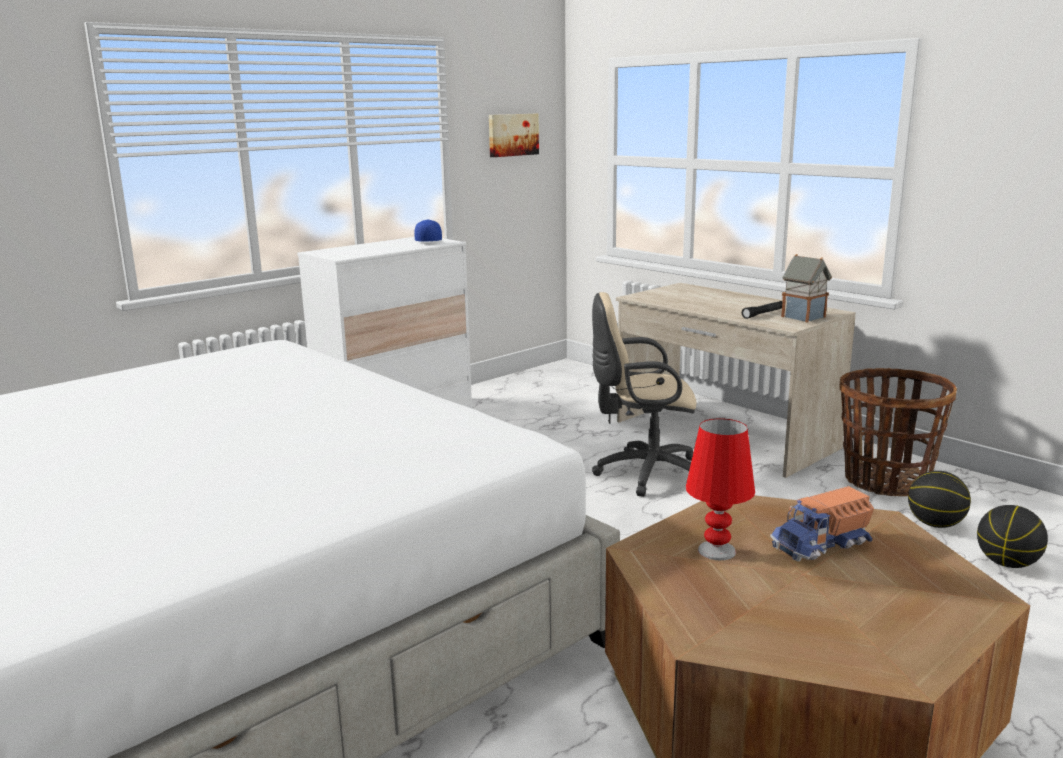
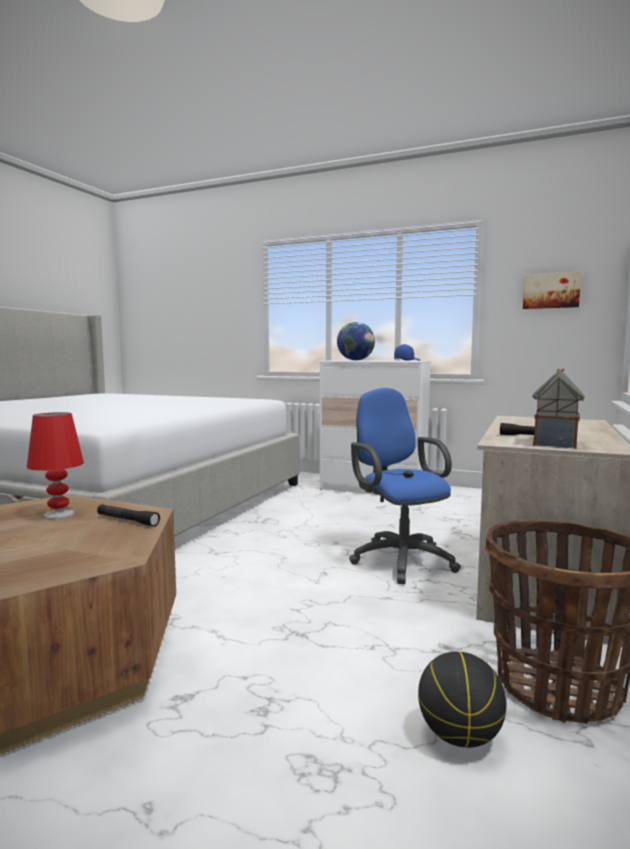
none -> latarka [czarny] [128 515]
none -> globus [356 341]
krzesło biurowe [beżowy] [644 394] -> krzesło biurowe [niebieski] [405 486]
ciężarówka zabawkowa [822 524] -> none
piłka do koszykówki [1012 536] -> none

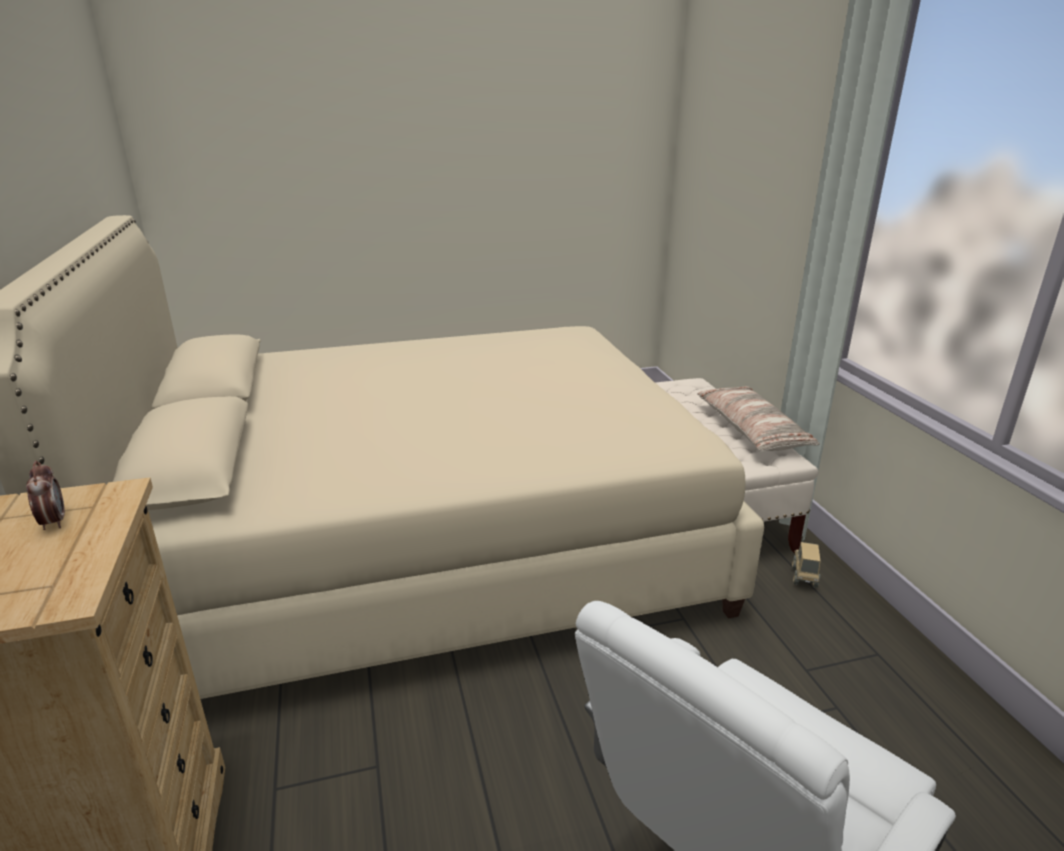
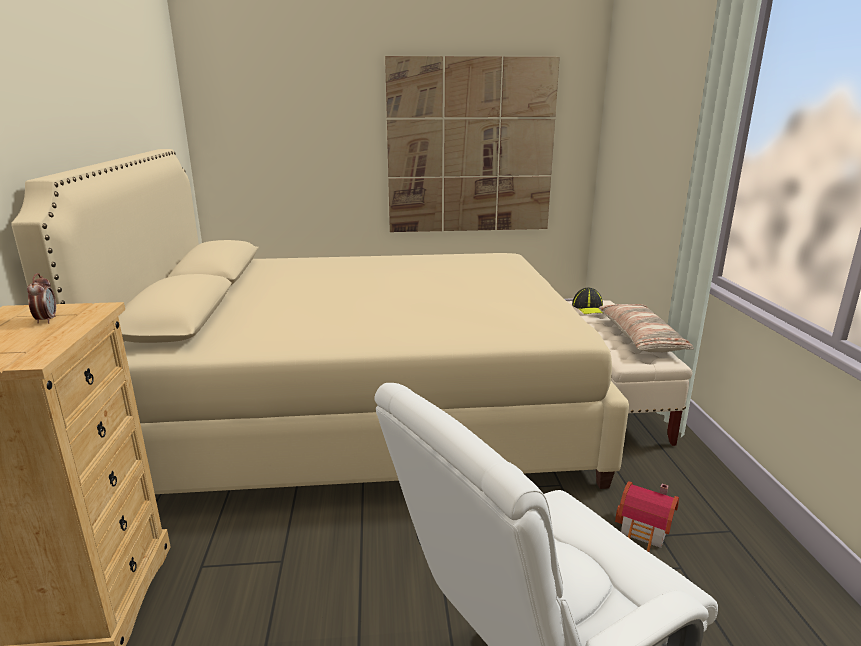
none -> obraz [472 144]
none -> czapka z daszkiem [587 300]
none -> domek [647 516]
ciężarówka zabawkowa [806 565] -> none

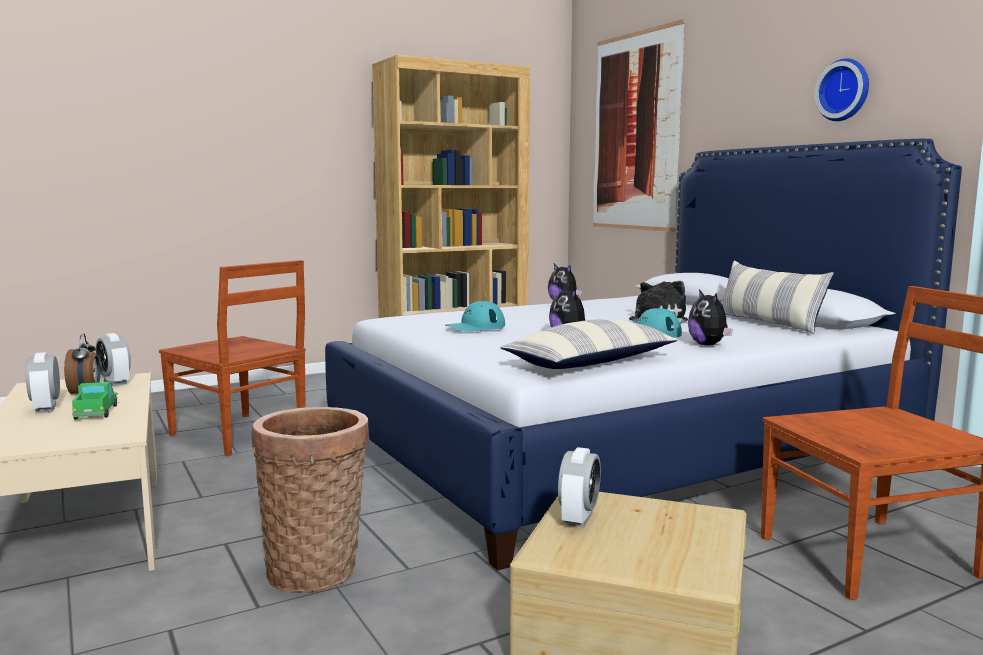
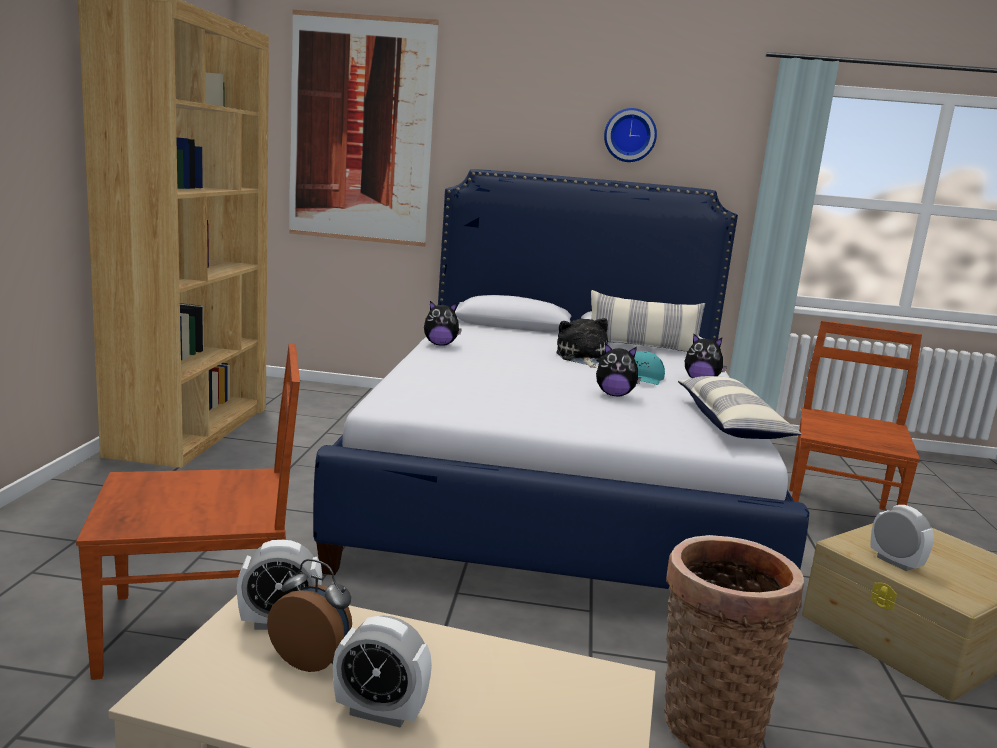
ciężarówka zabawkowa [95 401] -> none
czapka z daszkiem [turkusowy] [475 316] -> none

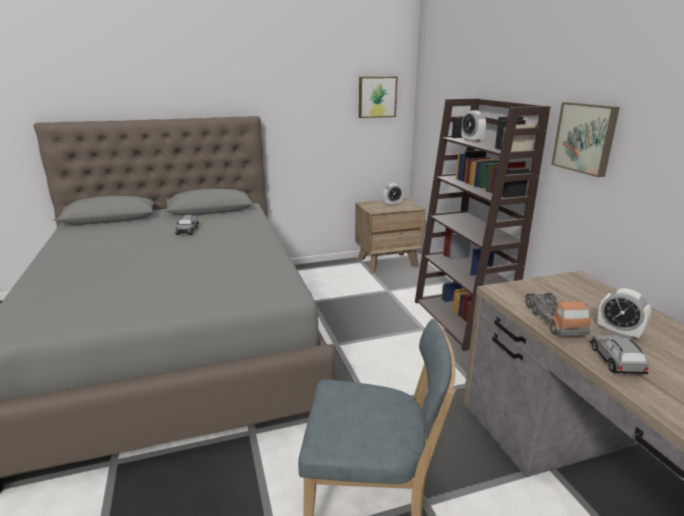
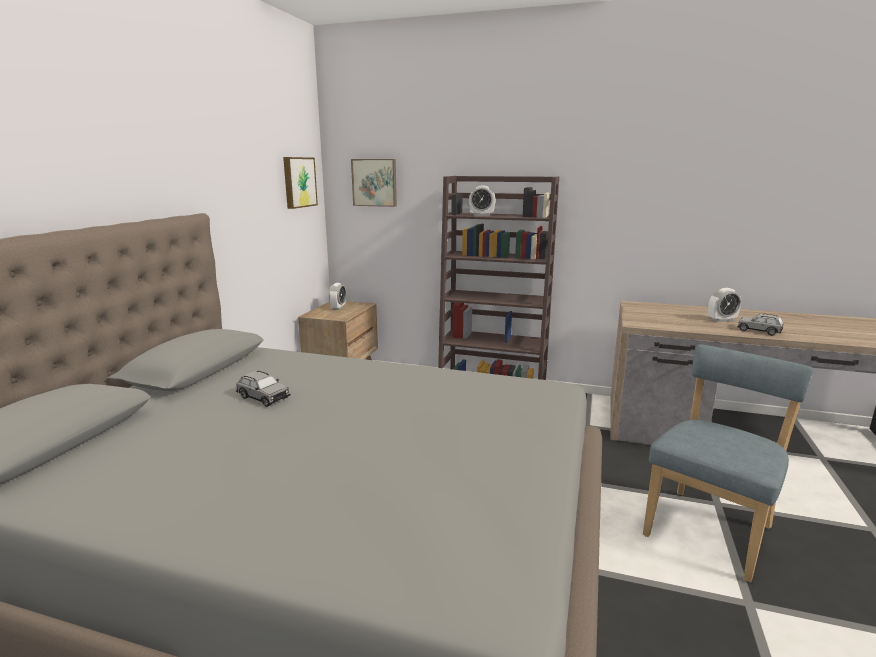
obraz [585 139] -> obraz [374 183], move
ciężarówka zabawkowa [559 313] -> none

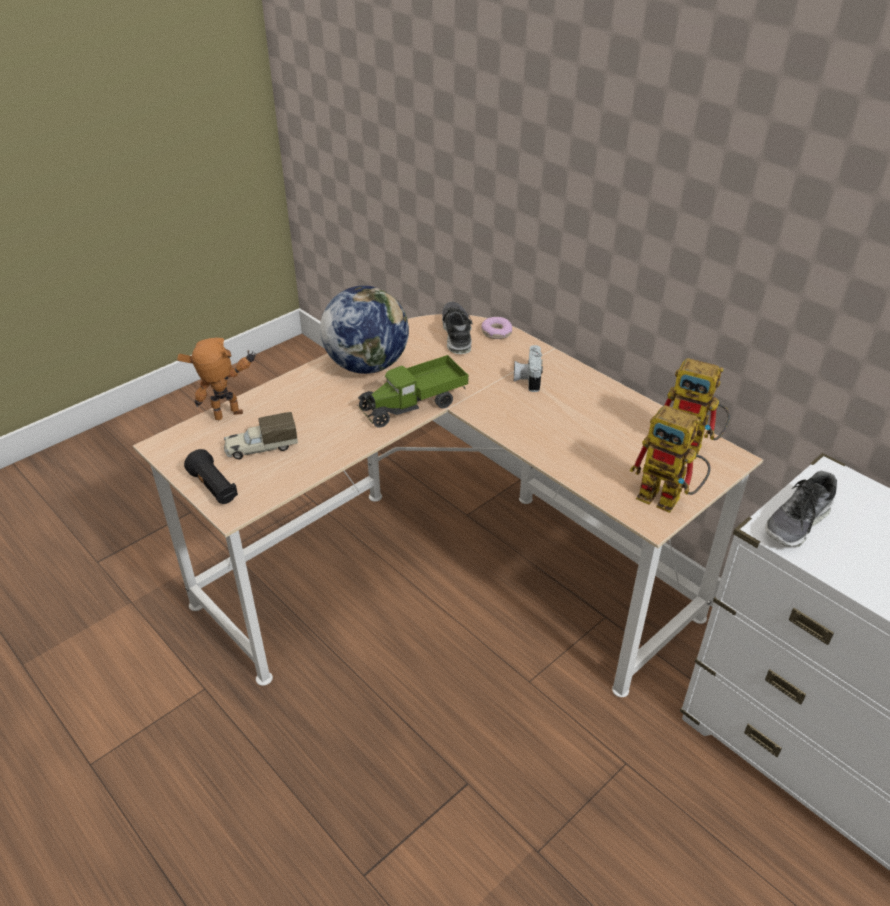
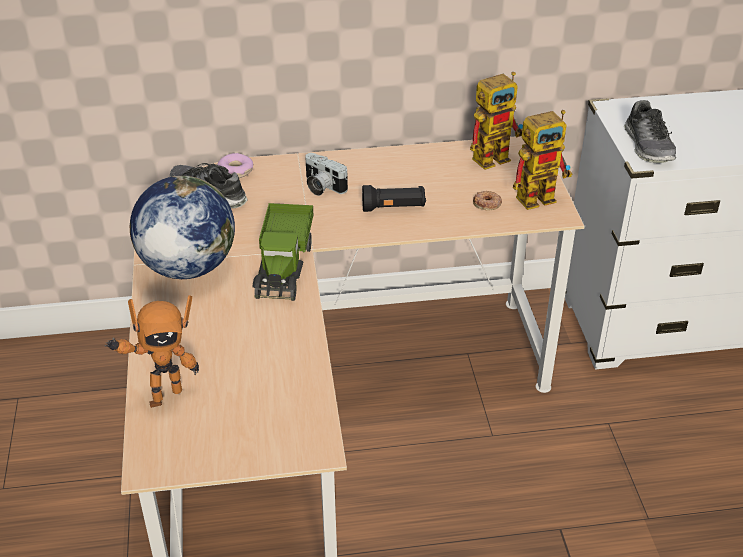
robot zabawkowy [216 379] -> robot zabawkowy [152 351], 135 degrees counterclockwise
latarka [czarny] [211 476] -> latarka [czarny] [394 198], move
none -> donut [487 200]
ciężarówka zabawkowa [261 435] -> none

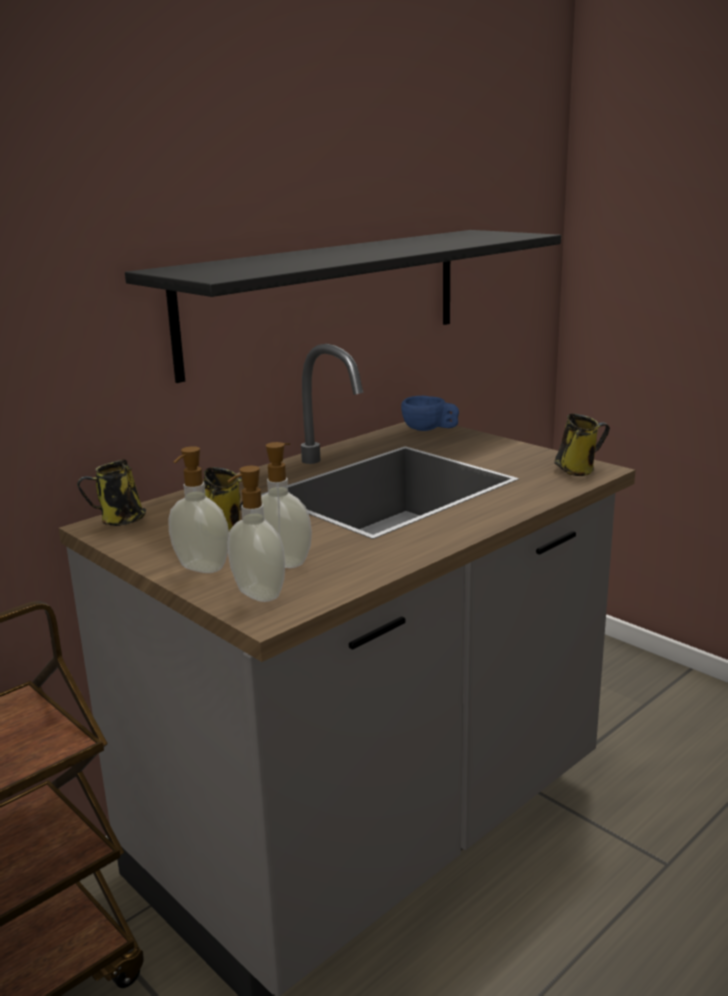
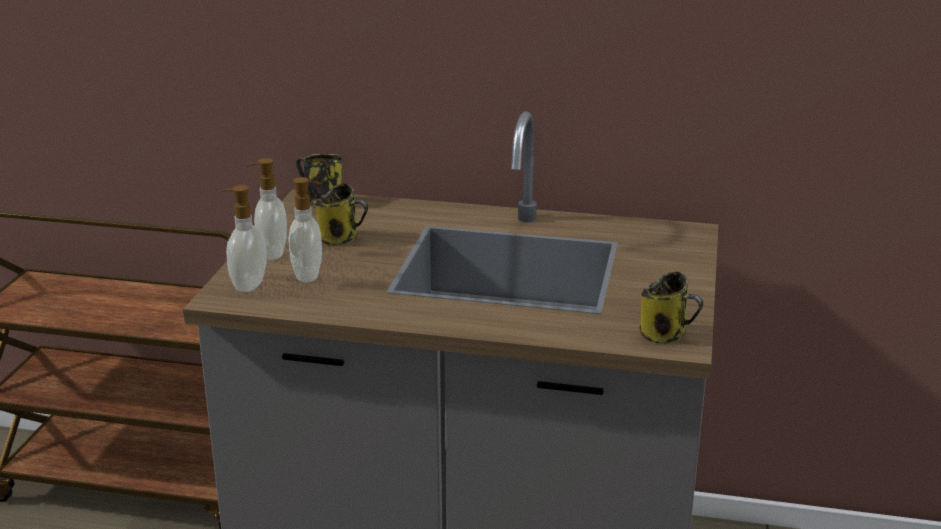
półka [czarny] [343 306] -> none
filiżanka [niebieski] [430 413] -> none

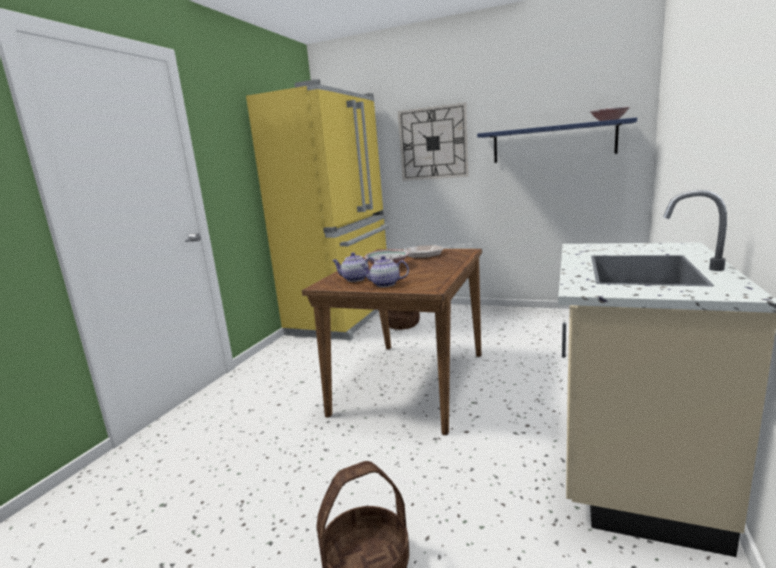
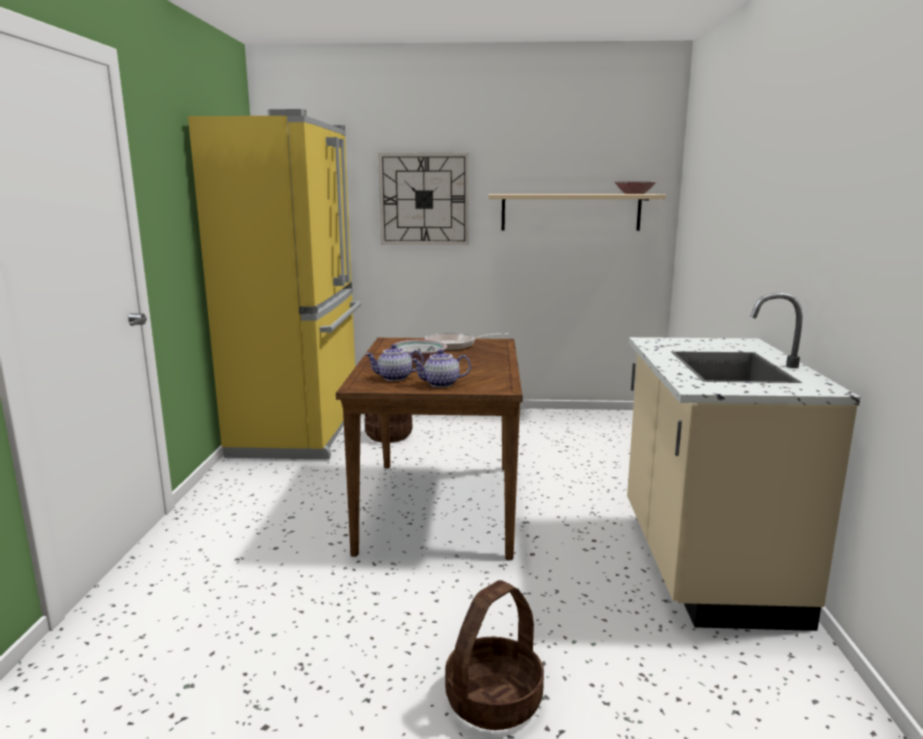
półka [niebieski] [557 140] -> półka [beżowy] [577 212]

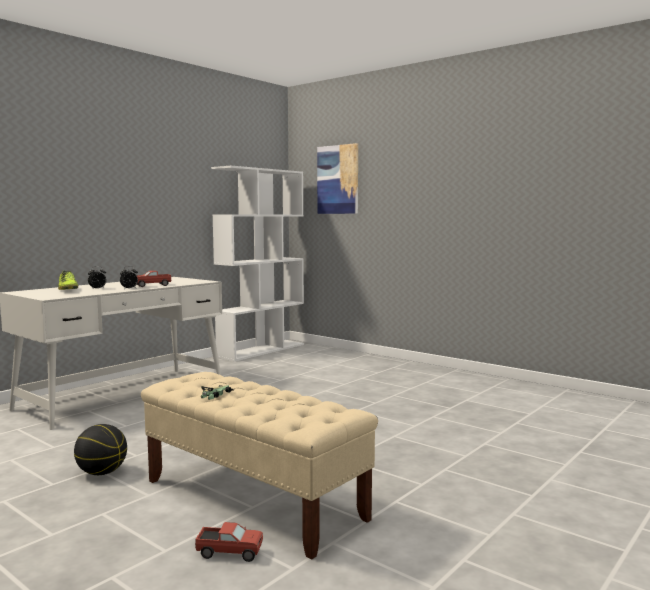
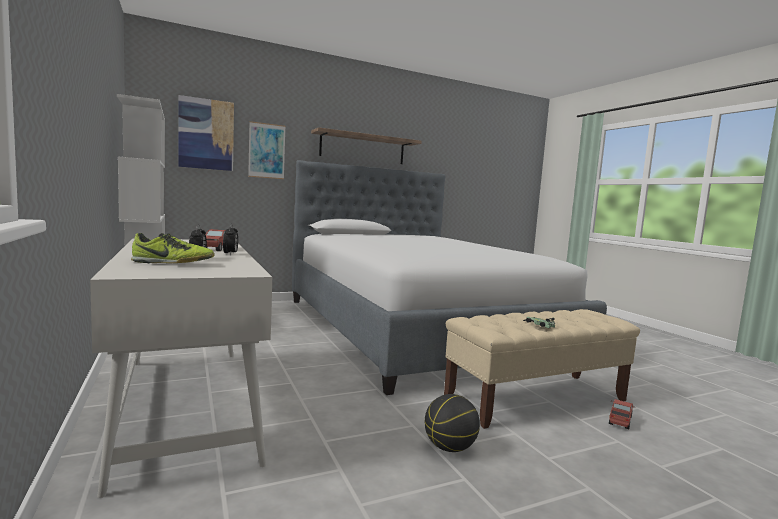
none -> obraz [267 150]
none -> łóżko [449 277]
none -> półka [366 145]

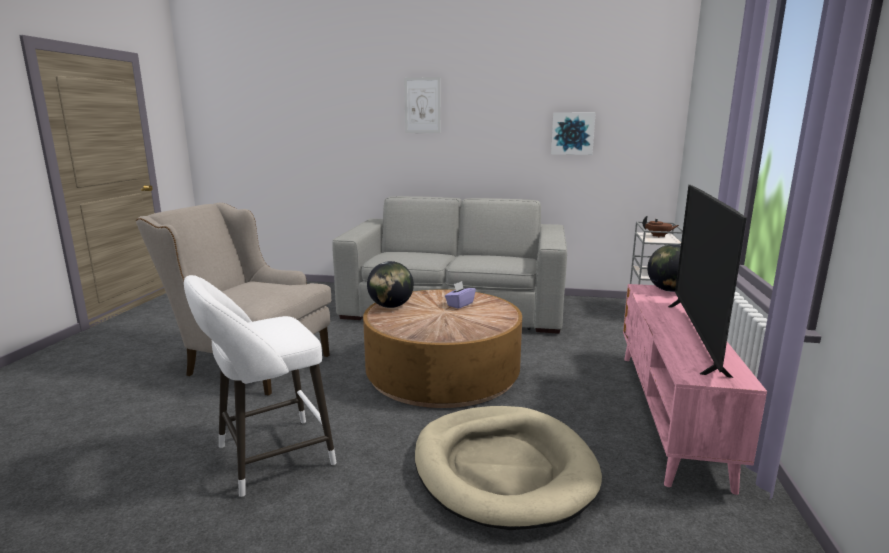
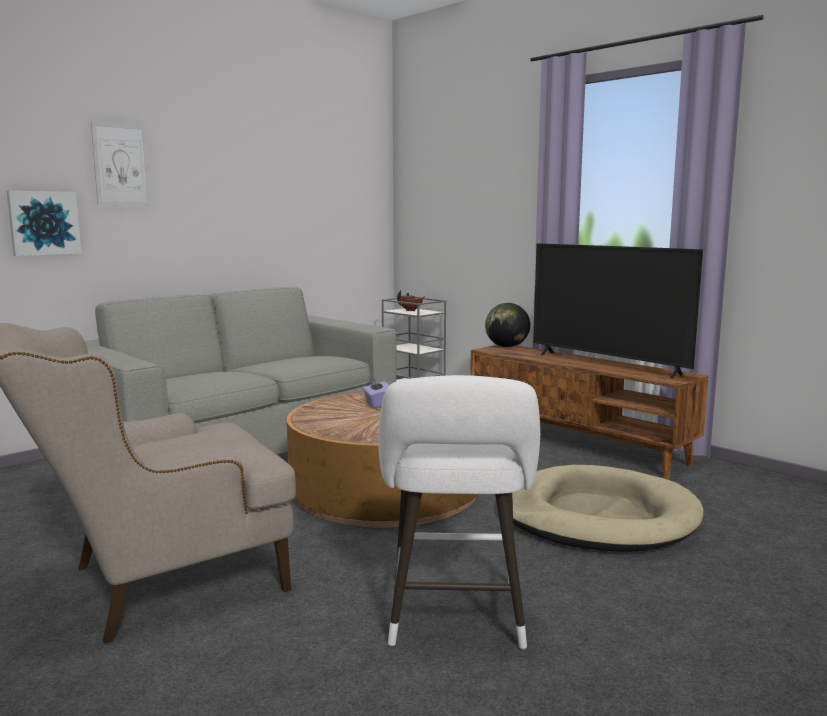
obraz [573 133] -> obraz [44 223], move
szafka pod telewizor [różowy] [695 389] -> szafka pod telewizor [brązowy] [589 411]
globus [390 284] -> none

